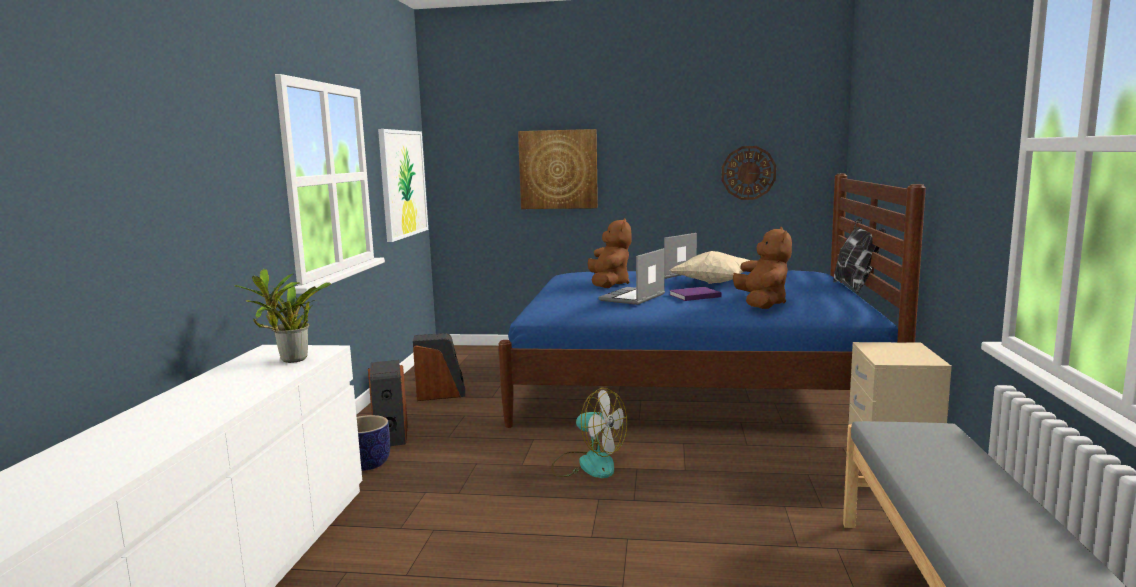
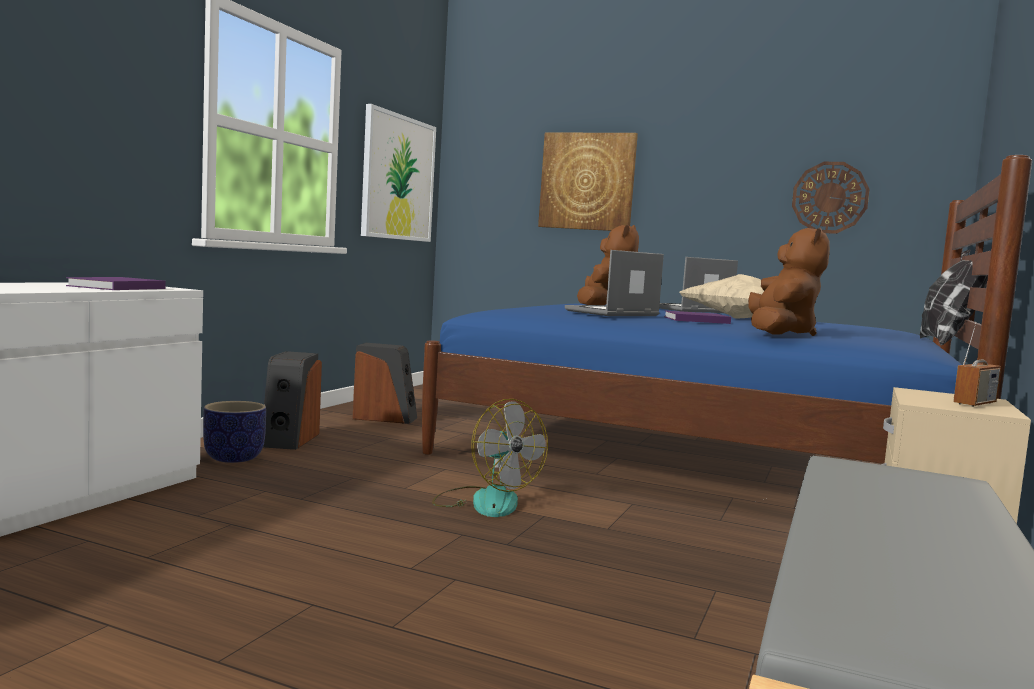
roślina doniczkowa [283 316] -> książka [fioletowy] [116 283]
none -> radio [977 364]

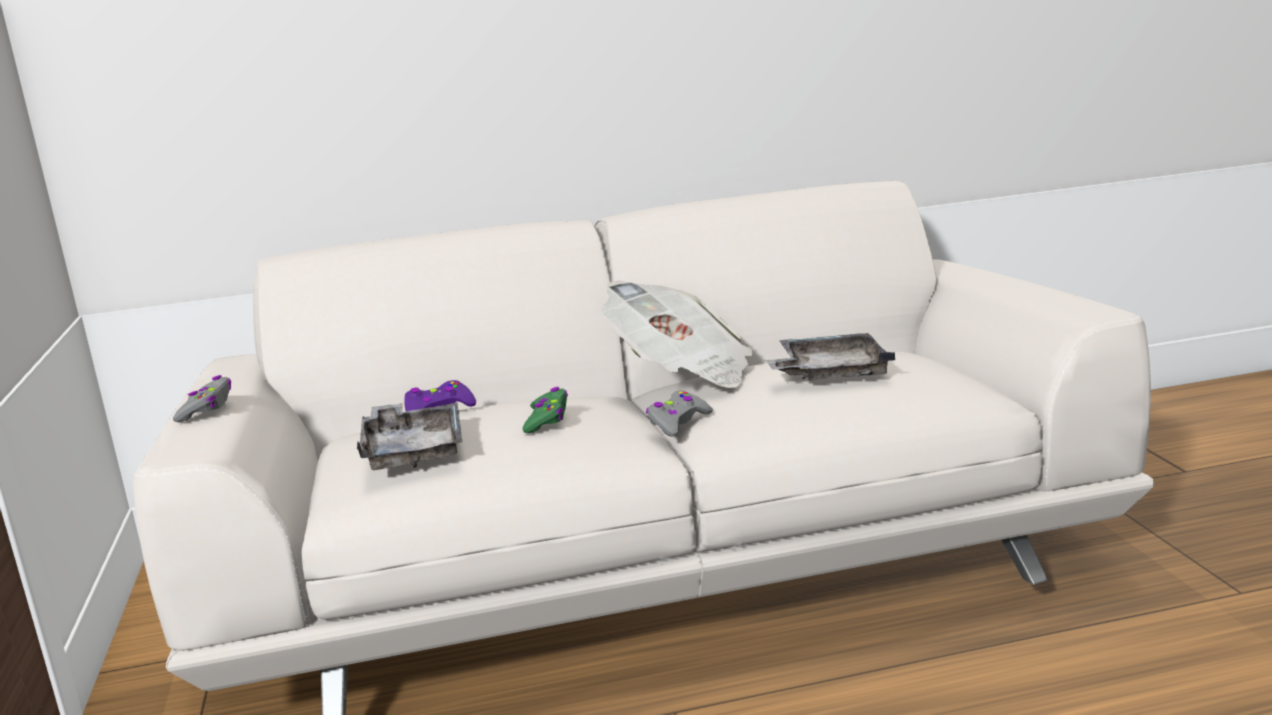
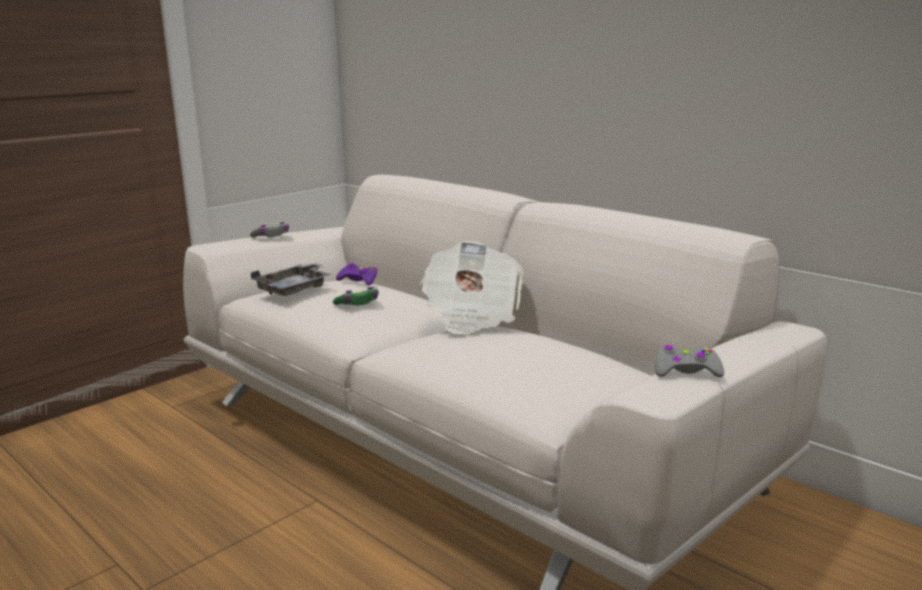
pad do gier [szary] [679 413] -> pad do gier [szary] [689 361], move
taca [szary] [830 356] -> none

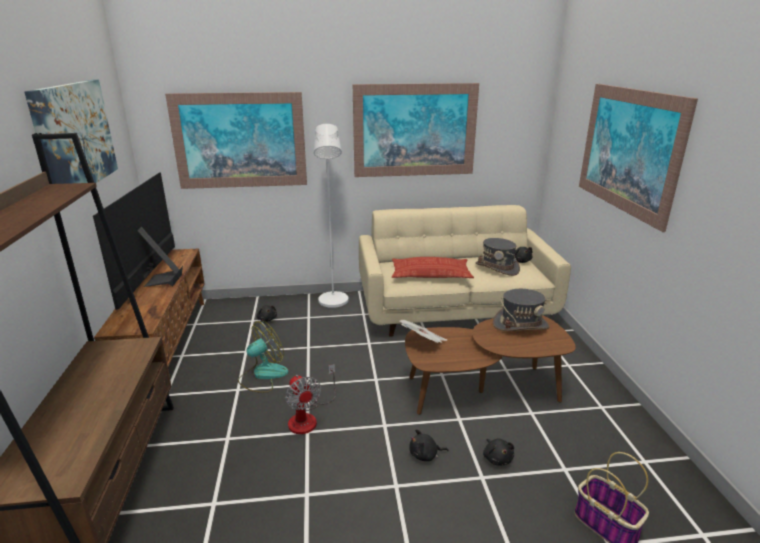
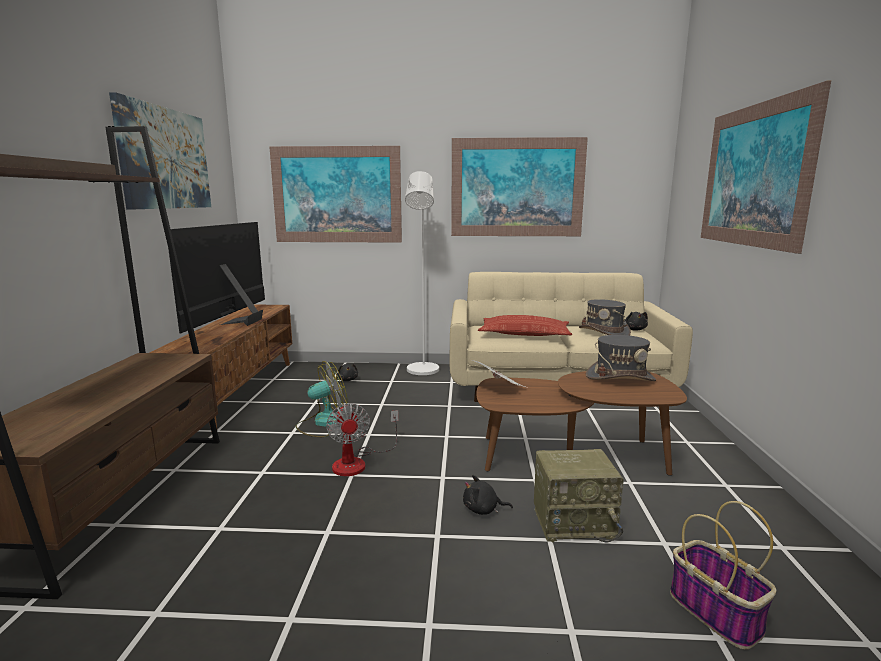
pluszak [czarny] [498 452] -> radio [579 495]

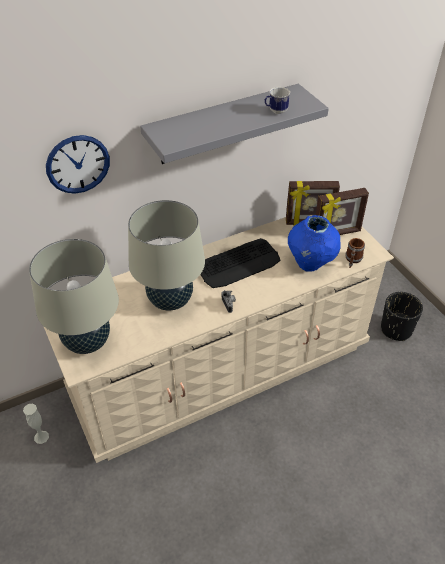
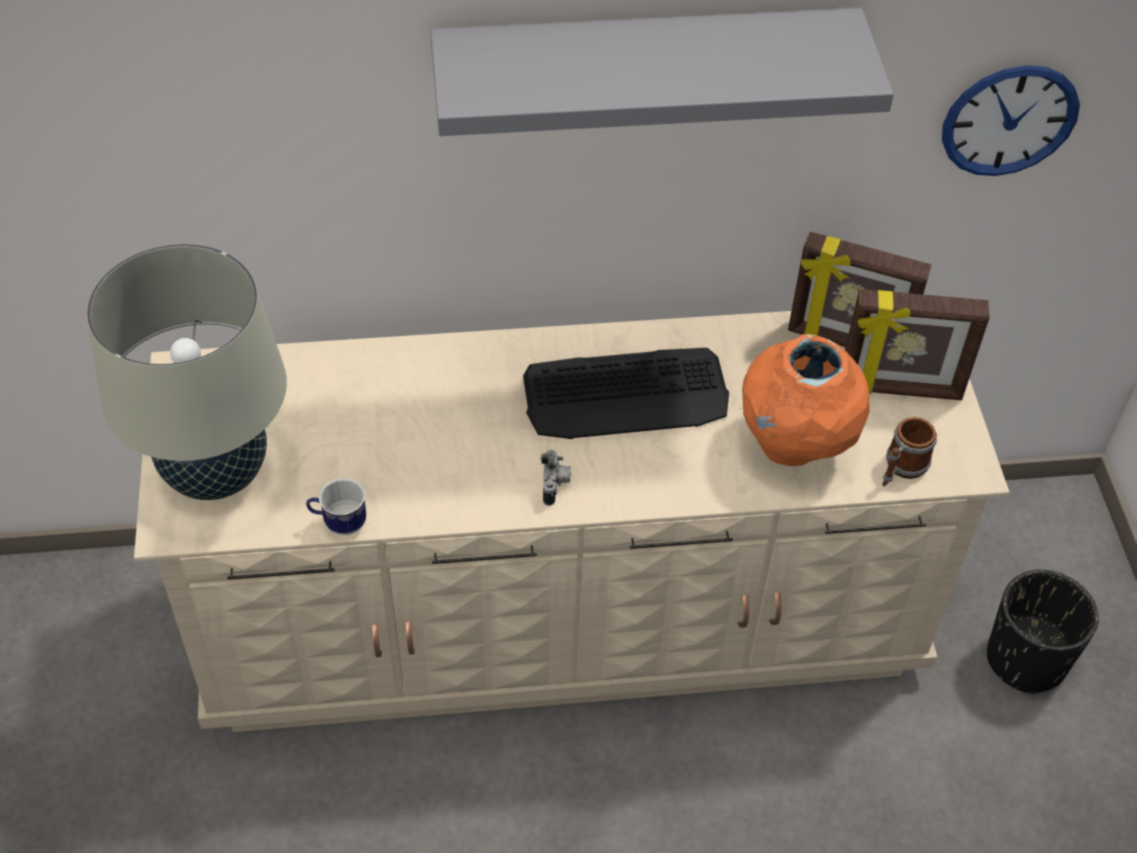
kubek [277 100] -> kubek [336 506], move
wazon [niebieski] [314 243] -> wazon [pomarańczowy] [806 400]
zegar ścienny [78 164] -> zegar ścienny [1011 120], move
wazon [biały] [36 423] -> none
lampa stołowa [beżowy] [166 255] -> none

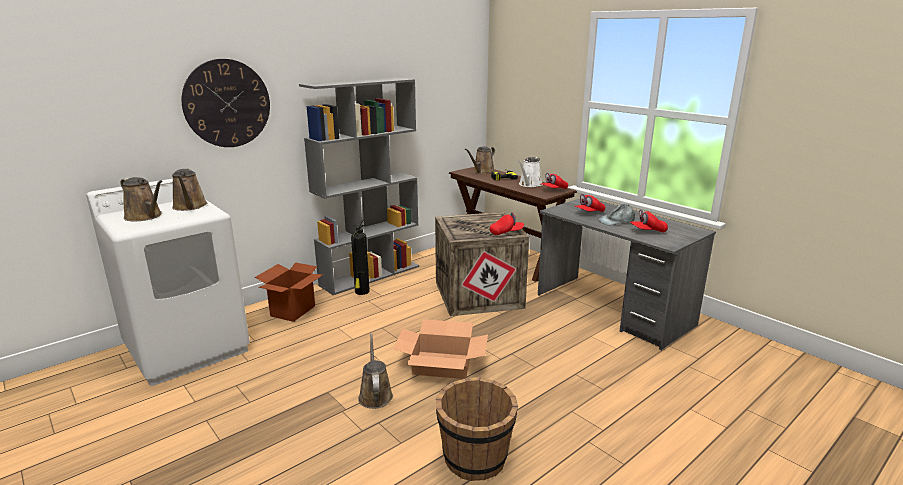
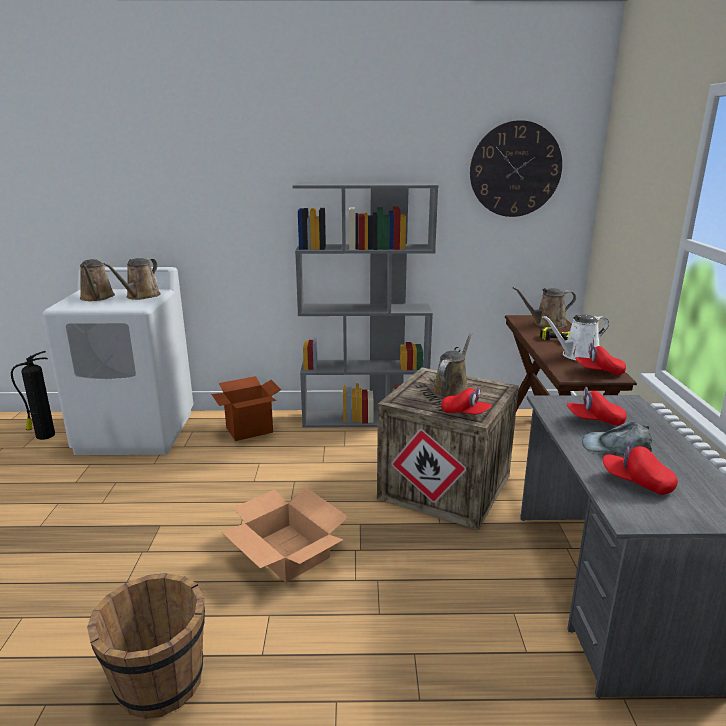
gaśnica [360 257] -> gaśnica [33 395], move
konewka [brązowy] [375 371] -> konewka [brązowy] [452 365], move
zegar ścienny [226 103] -> zegar ścienny [516 168], move

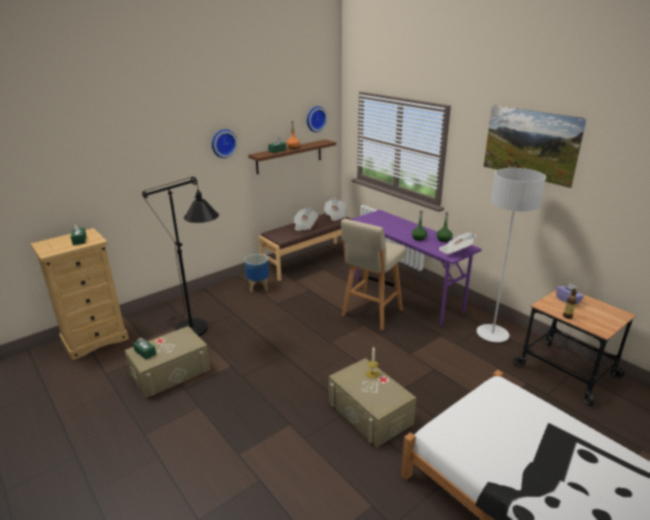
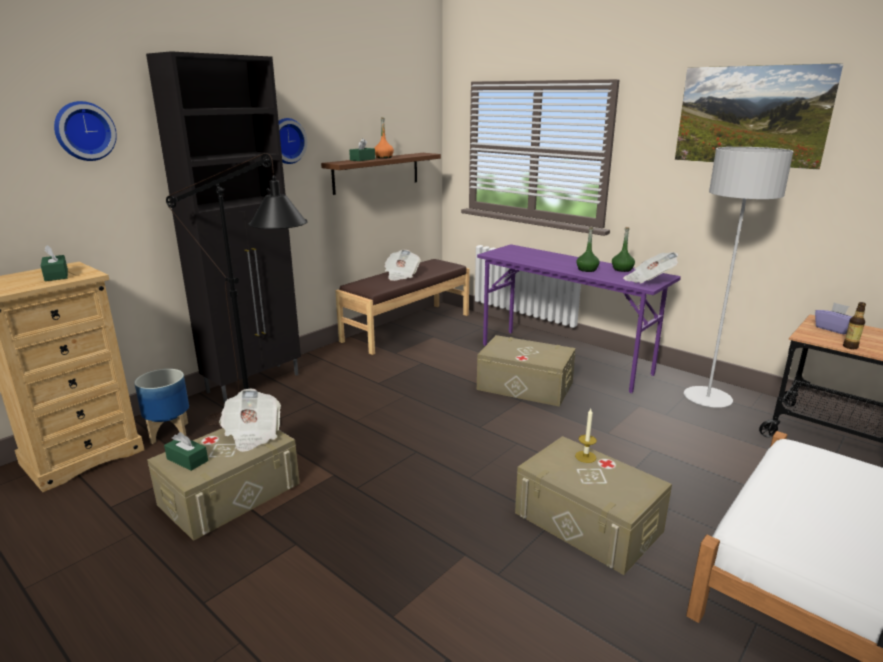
zegar ścienny [317 119] -> zegar ścienny [85 131], move
donica [256 273] -> donica [161 406], move
none -> szafka [czarny] [223 227]
gazeta [335 209] -> gazeta [250 420], move
stołek [beżowy] [373 274] -> pojemnik do przechowywania [beżowy] [526 371]

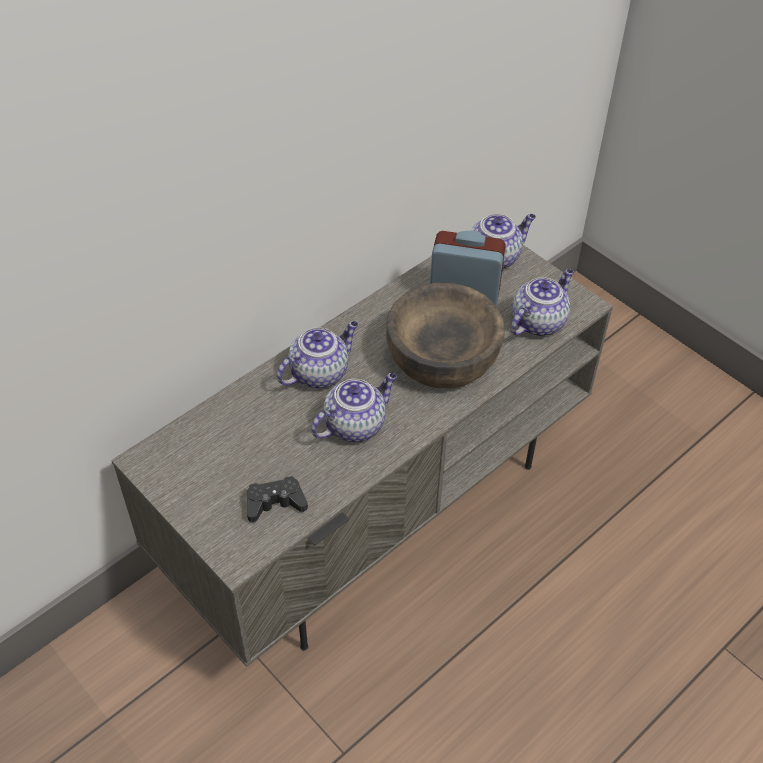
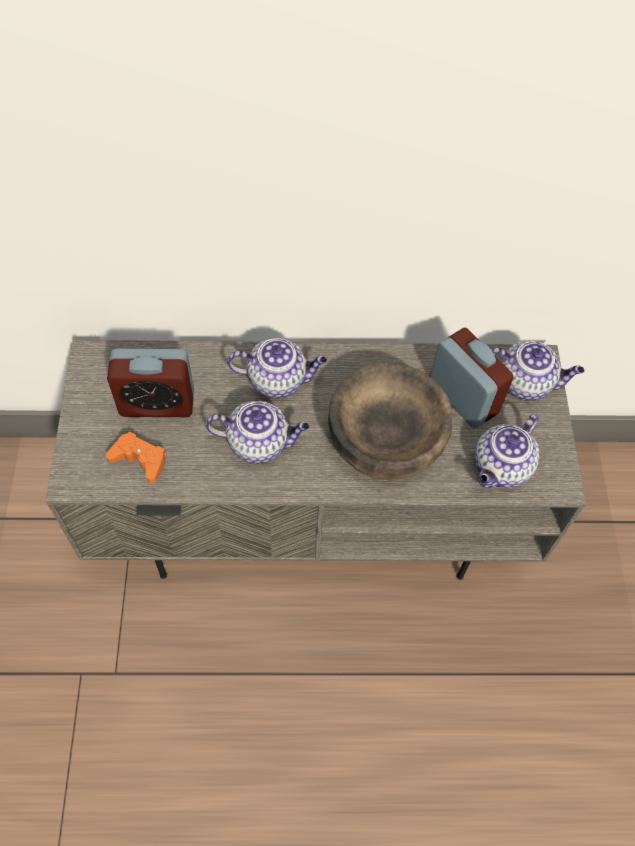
pad do gier [czarny] [277 499] -> pad do gier [pomarańczowy] [136 457]
none -> budzik [150 382]
imbryk [542 303] -> imbryk [507 451], 135 degrees clockwise

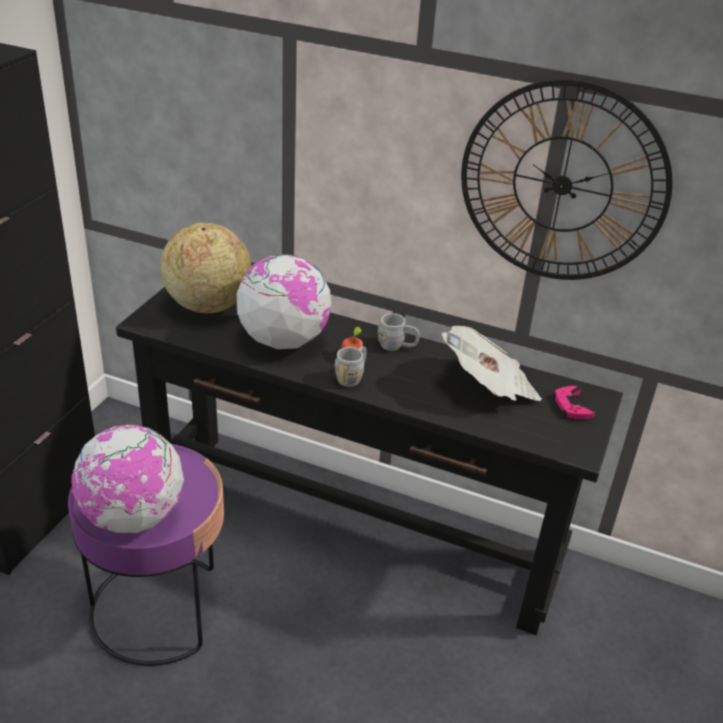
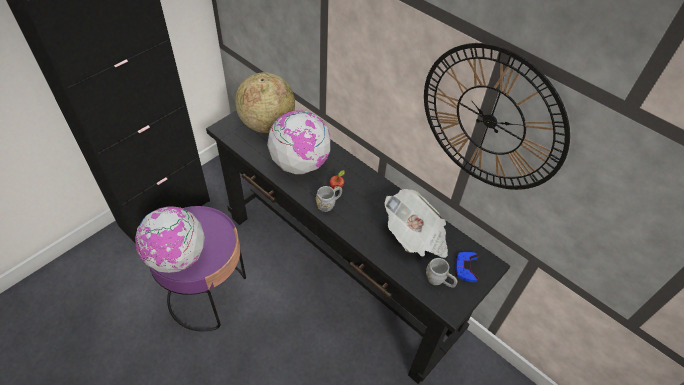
kubek [szary] [399 332] -> kubek [szary] [441 273], move
pad do gier [różowy] [573 402] -> pad do gier [niebieski] [466 267]

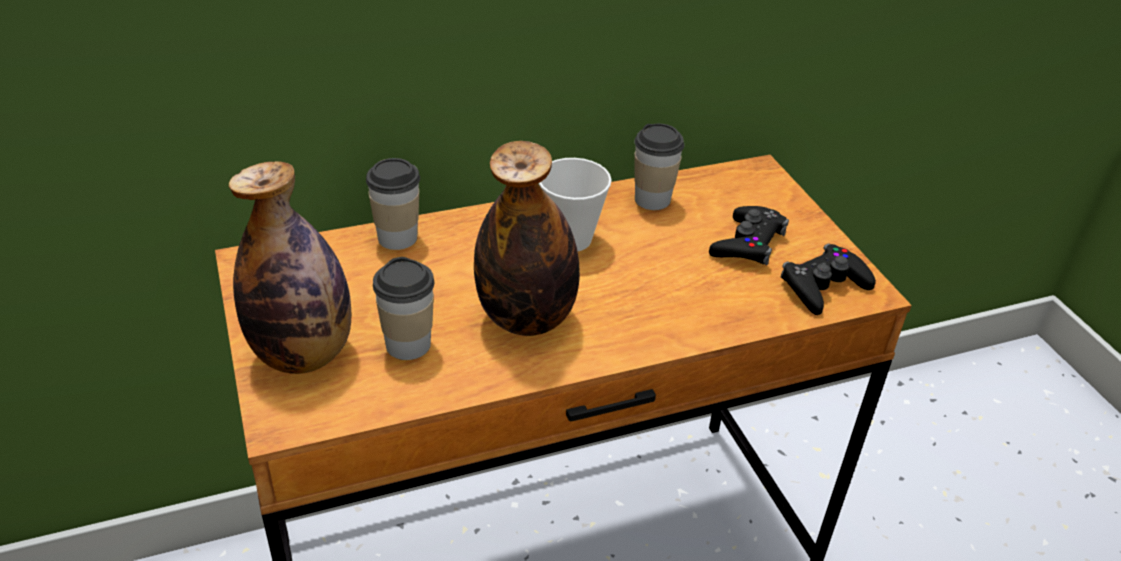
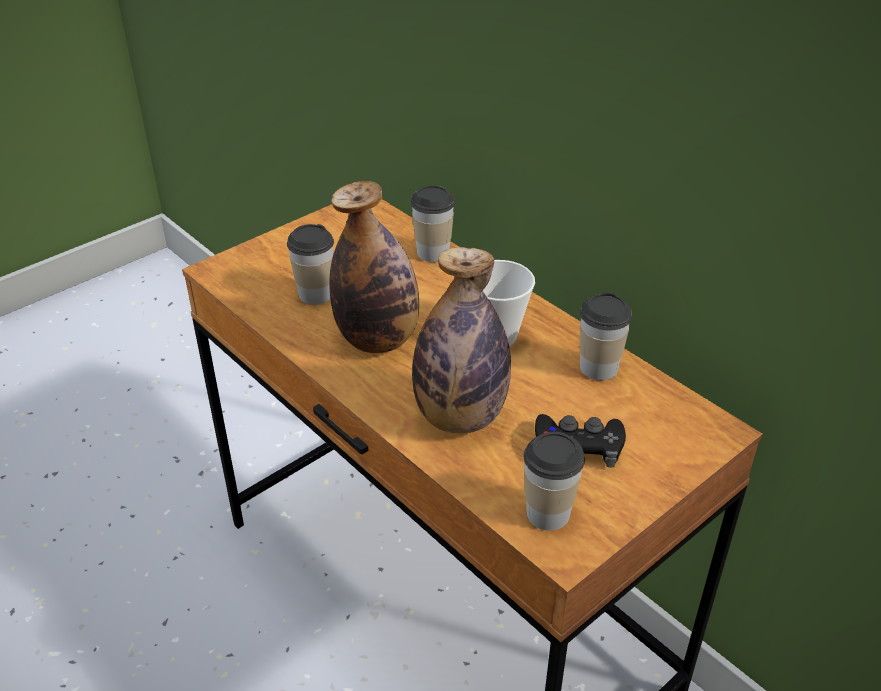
butelka [290 267] -> butelka [461 340], move
pad do gier [czarny] [828 279] -> filiżanka [554 481]

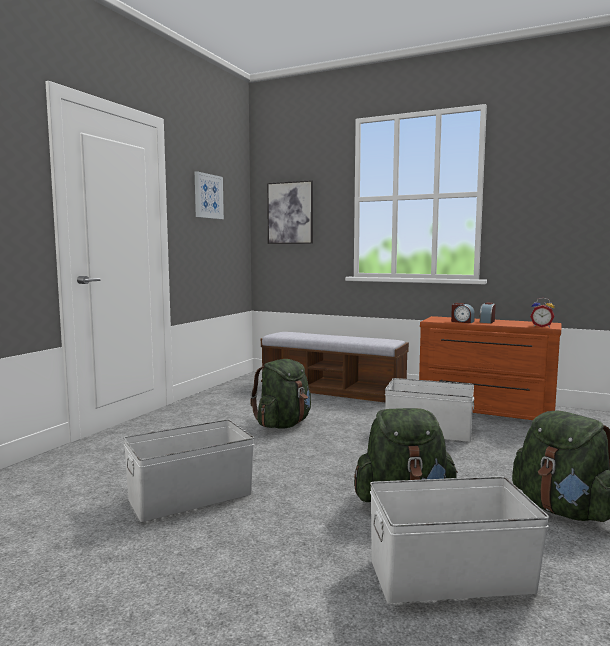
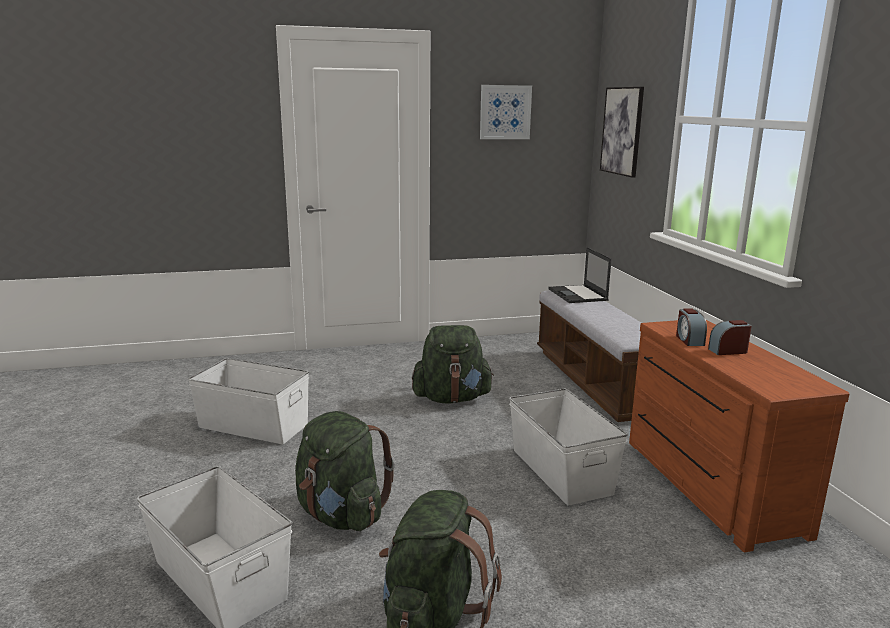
none -> laptop [580 275]
budzik [542 312] -> none

